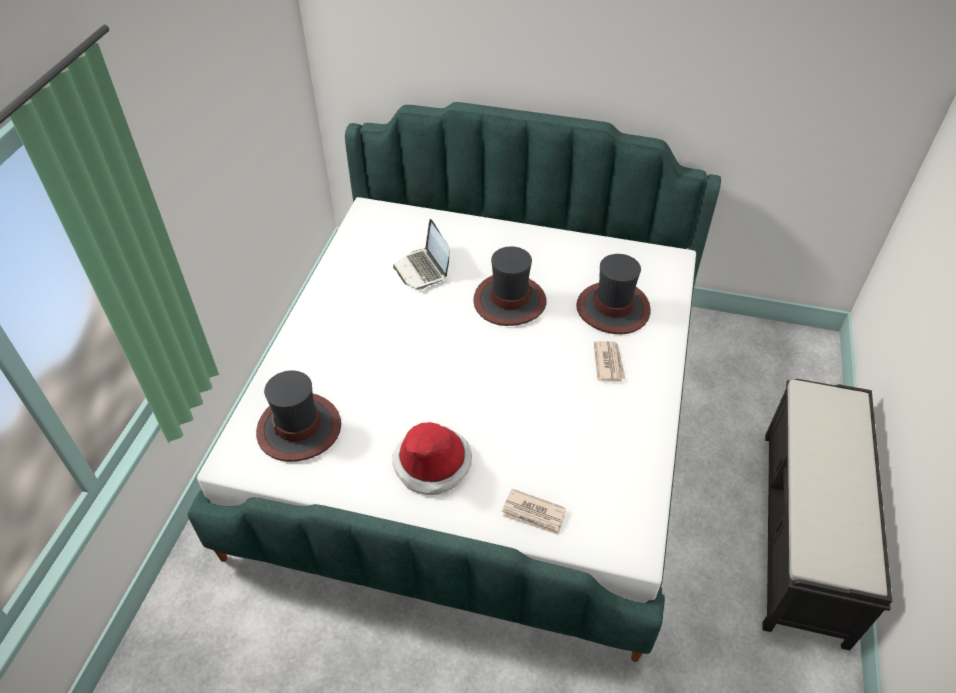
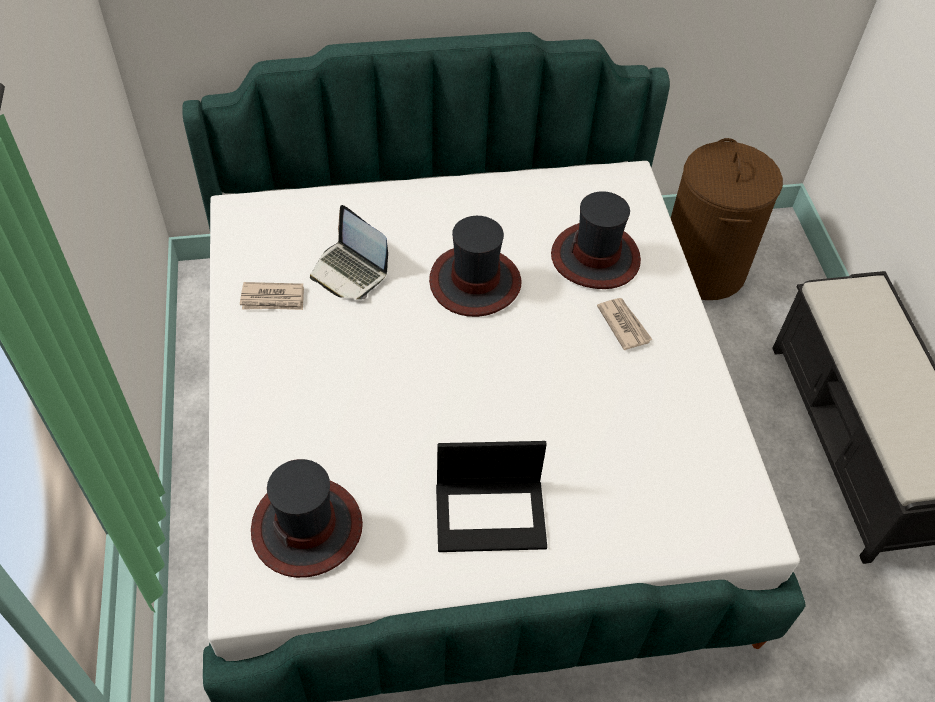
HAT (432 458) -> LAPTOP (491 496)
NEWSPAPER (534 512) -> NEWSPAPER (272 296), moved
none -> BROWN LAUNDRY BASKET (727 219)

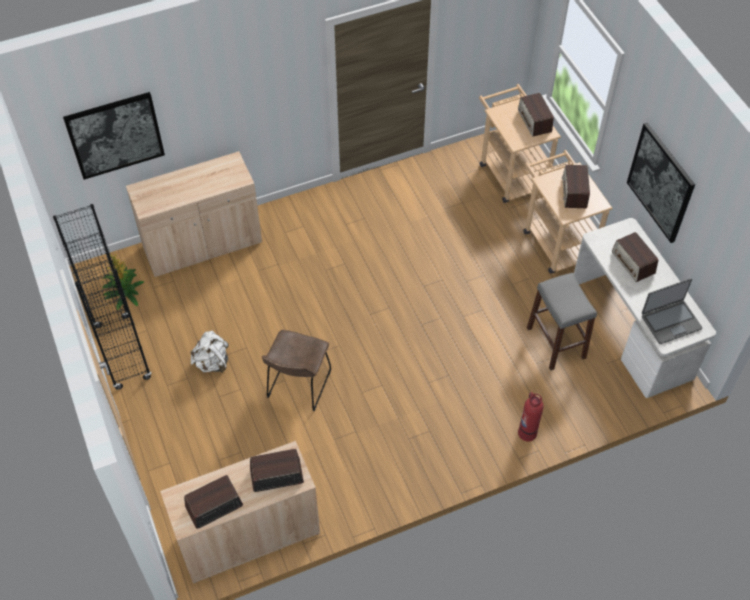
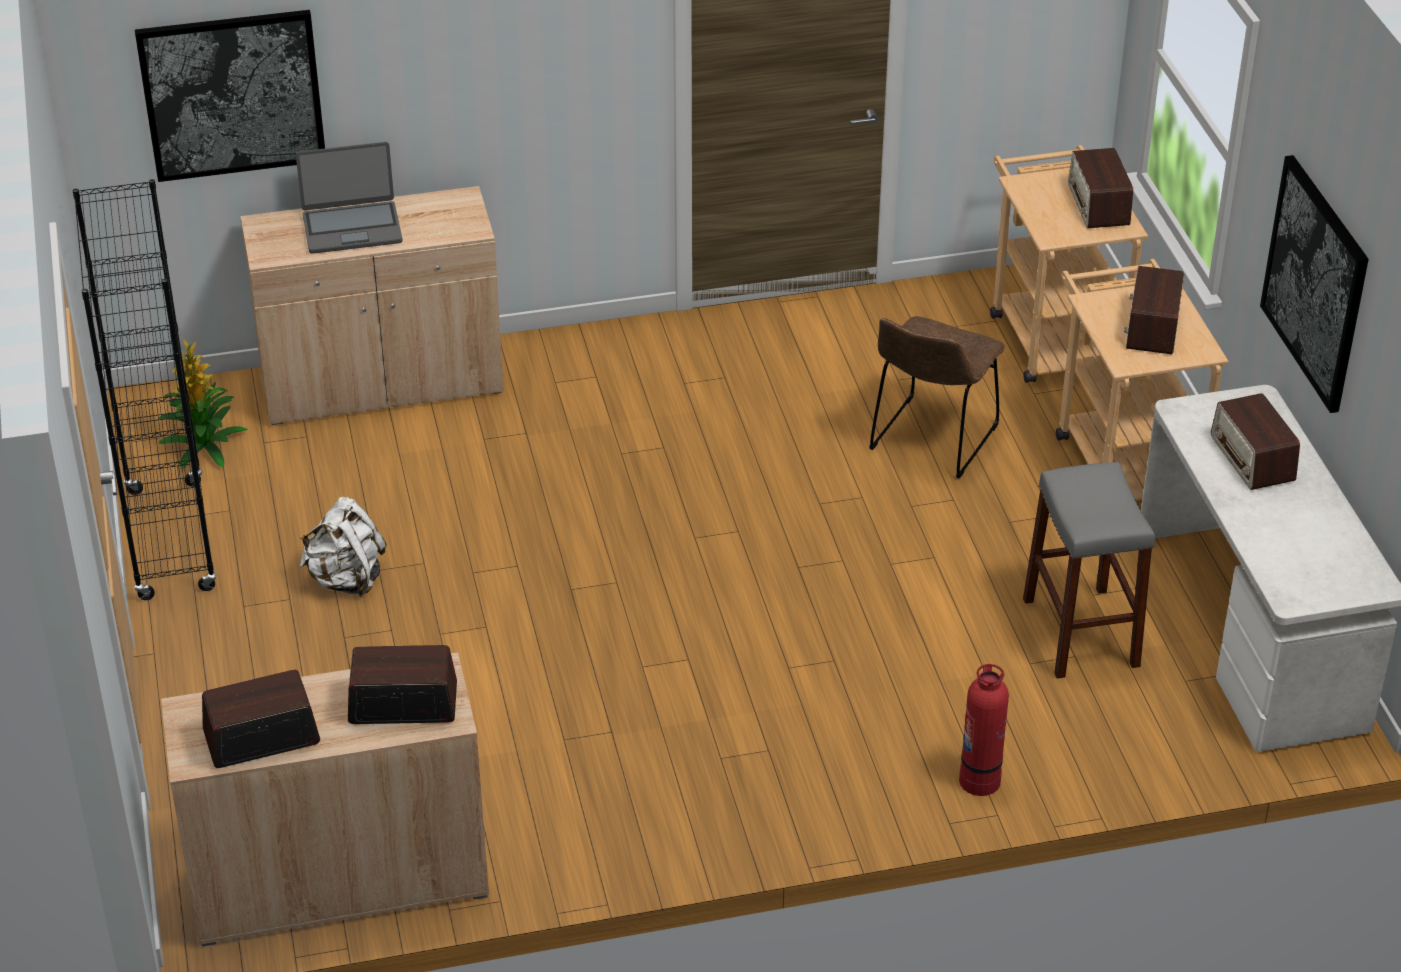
BROWN CHAIR (296 370) -> BROWN CHAIR (937 397), moved
LAPTOP (672 311) -> LAPTOP (349 198), moved

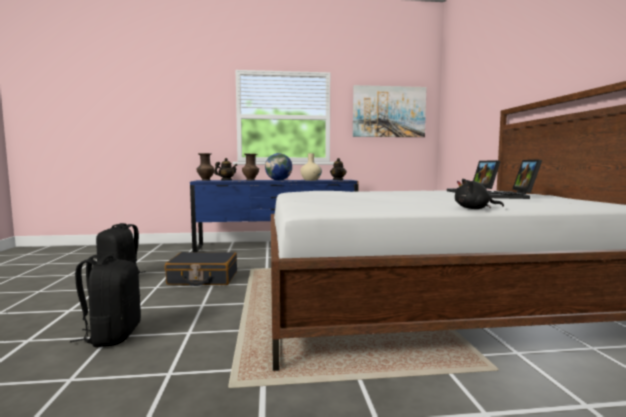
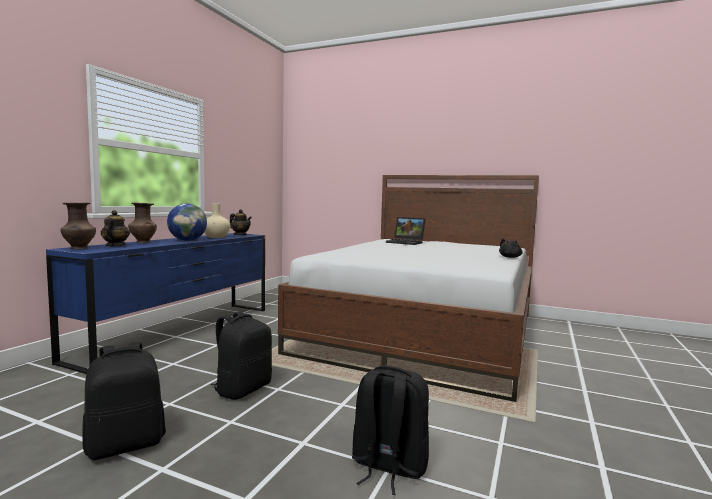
BLACK SUITCASE (201 269) -> BLACK BACKPACK (241 356)
PICTURE (390 111) -> none
LAPTOP (515 179) -> none

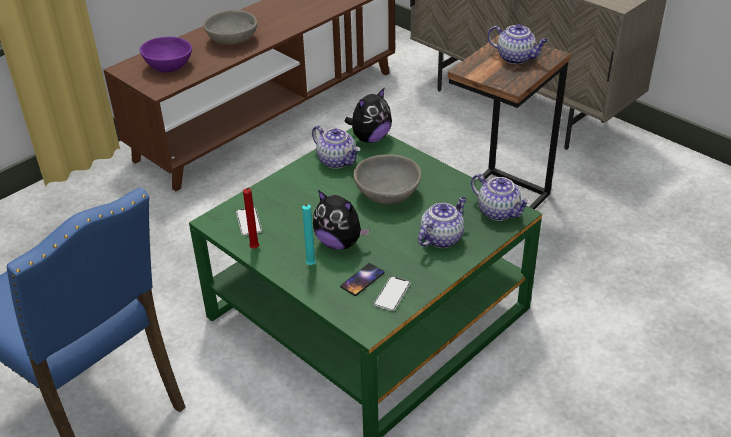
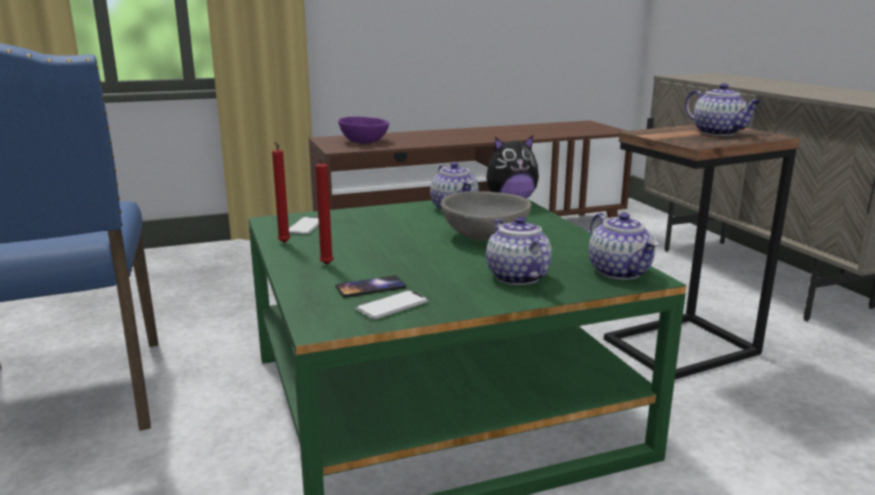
GREY BOWL (230 27) -> none
TURQUOISE CANDLE (309 234) -> RED CANDLE (322 210)
PLUSH TOY (341 220) -> none
TEAPOT (442 222) -> TEAPOT (519 250), 90 degrees counterclockwise

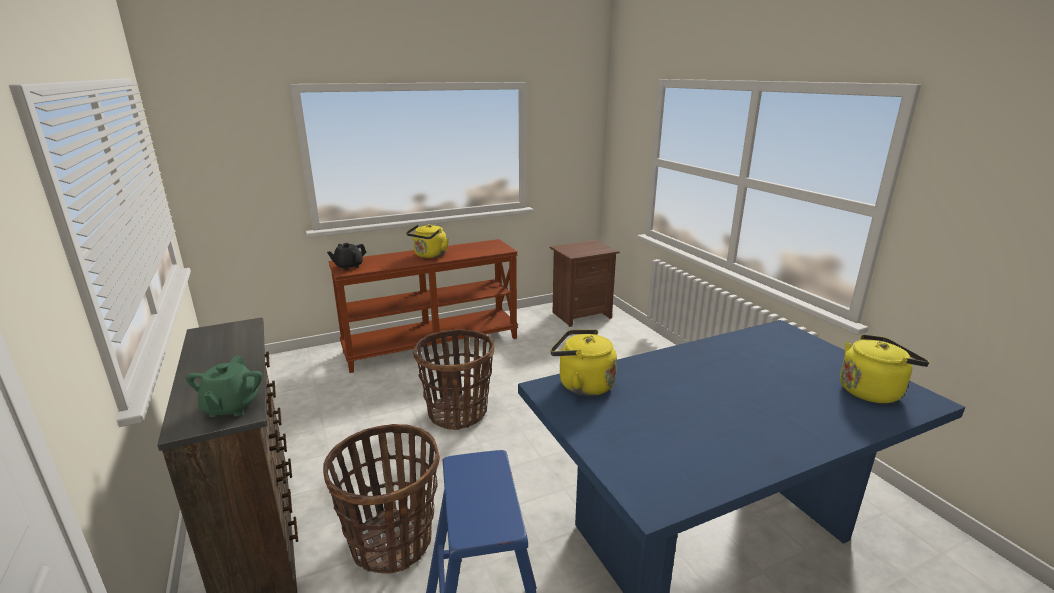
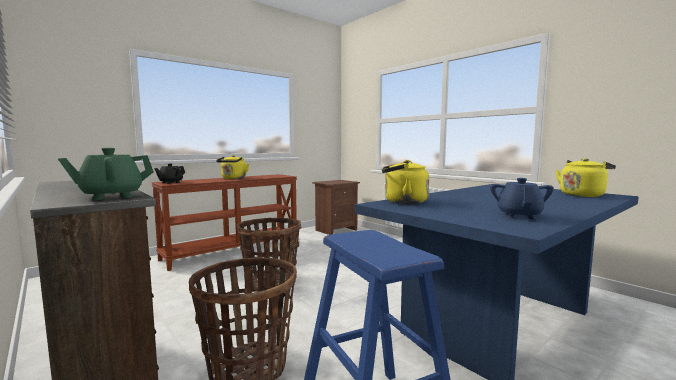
GREEN TEAPOT (224 386) -> GREEN TEAPOT (106 174), 75 degrees clockwise
none -> BLUE TEAPOT (522 198)

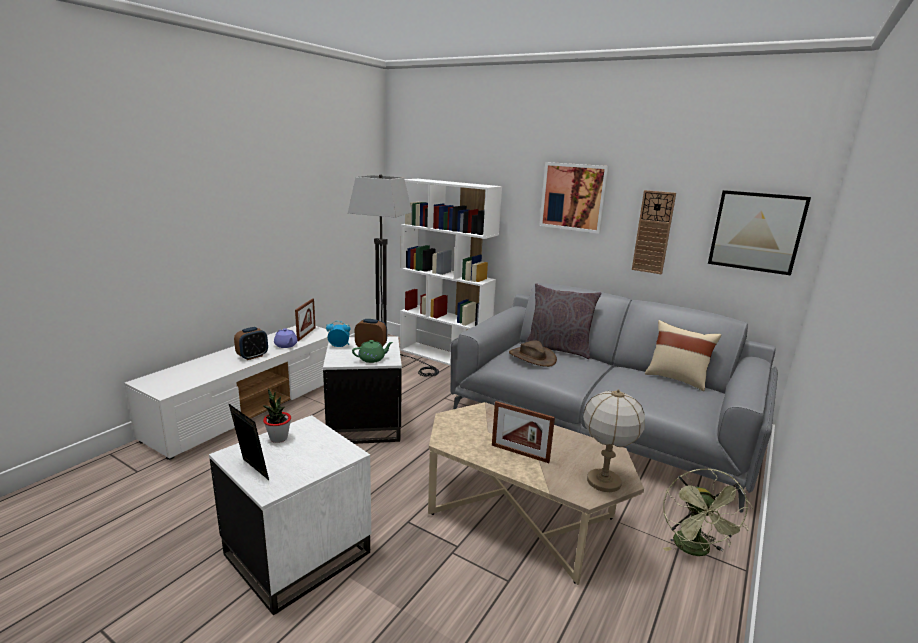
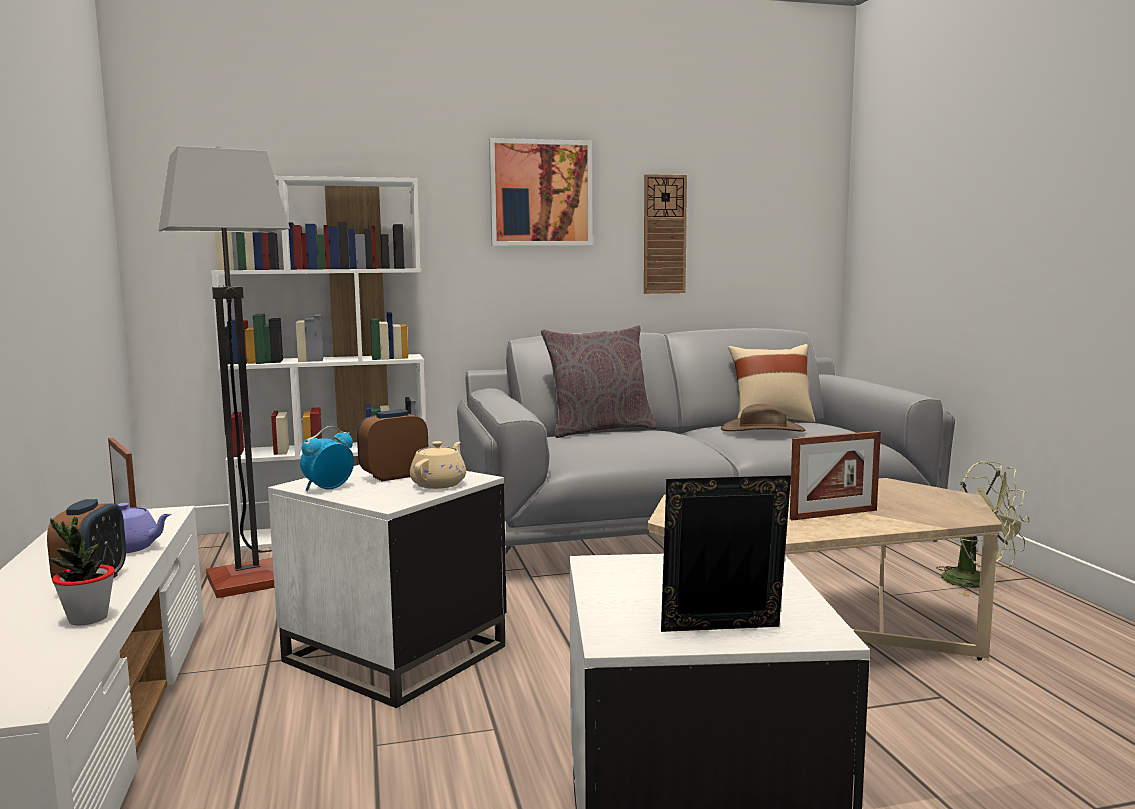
POTTED PLANT (277 416) -> POTTED PLANT (82 571), moved
GREEN TEAPOT (372 351) -> BEIGE TEAPOT (438 465)
BROWN HAT (533 353) -> BROWN HAT (763 418), moved
TABLE LAMP (614 440) -> none
PICTURE (759 233) -> none

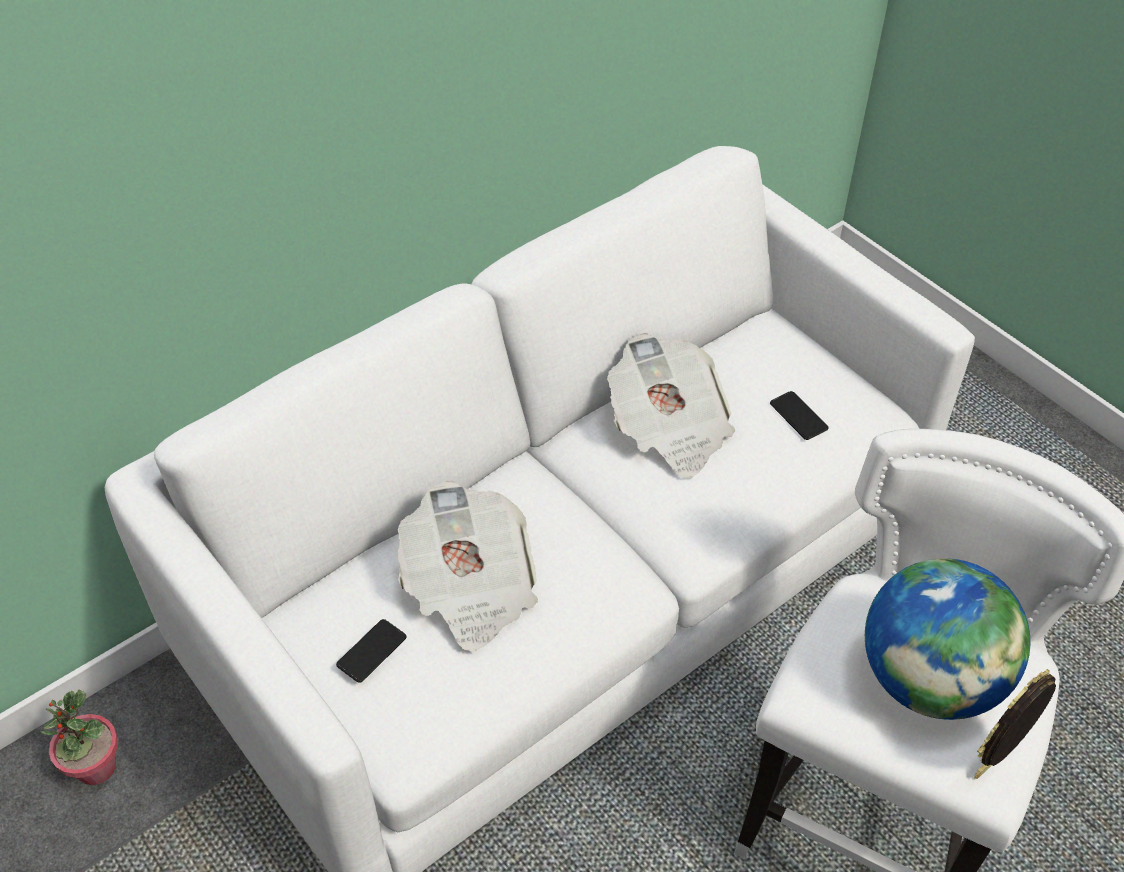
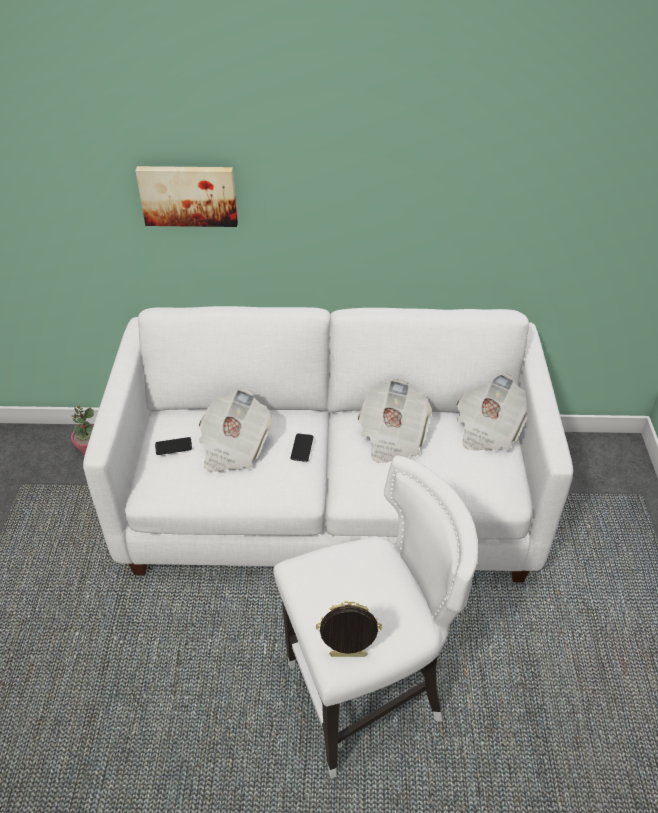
PHONE (799 415) -> PHONE (302 448), moved
GLOBE (947 639) -> none
none -> PICTURE (186 196)
none -> NEWSPAPER (491 412)

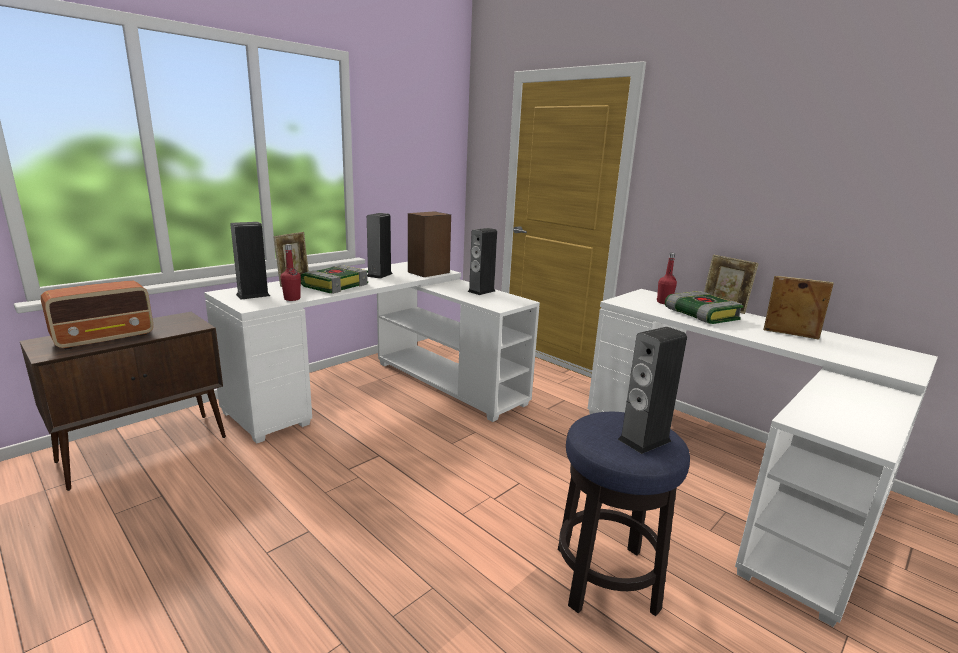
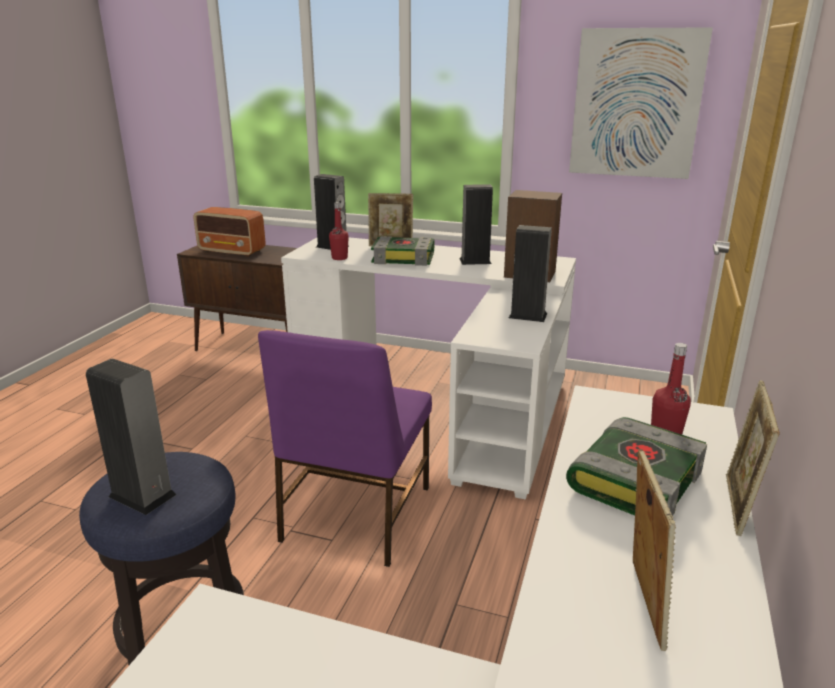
none -> PURPLE CHAIR (345 448)
none -> PICTURE (641 103)

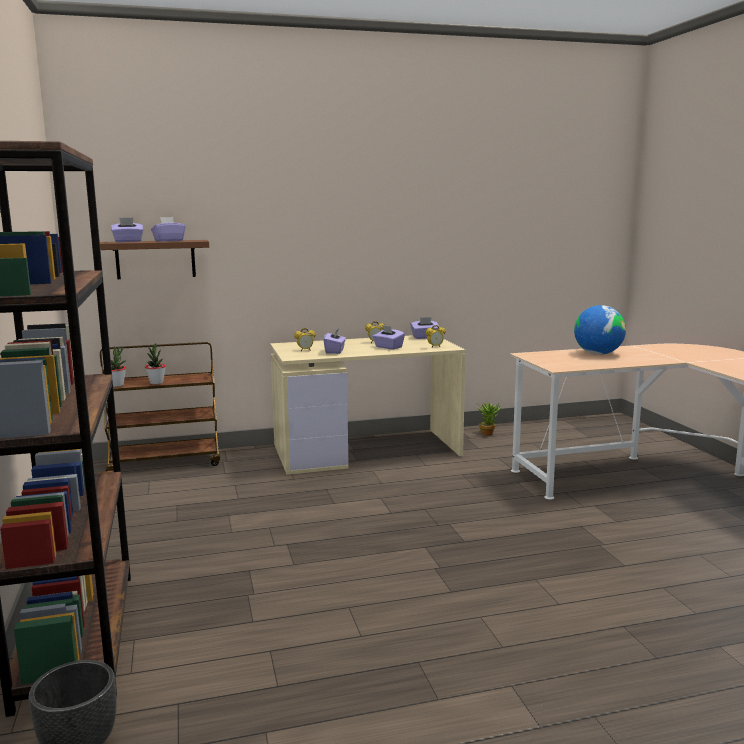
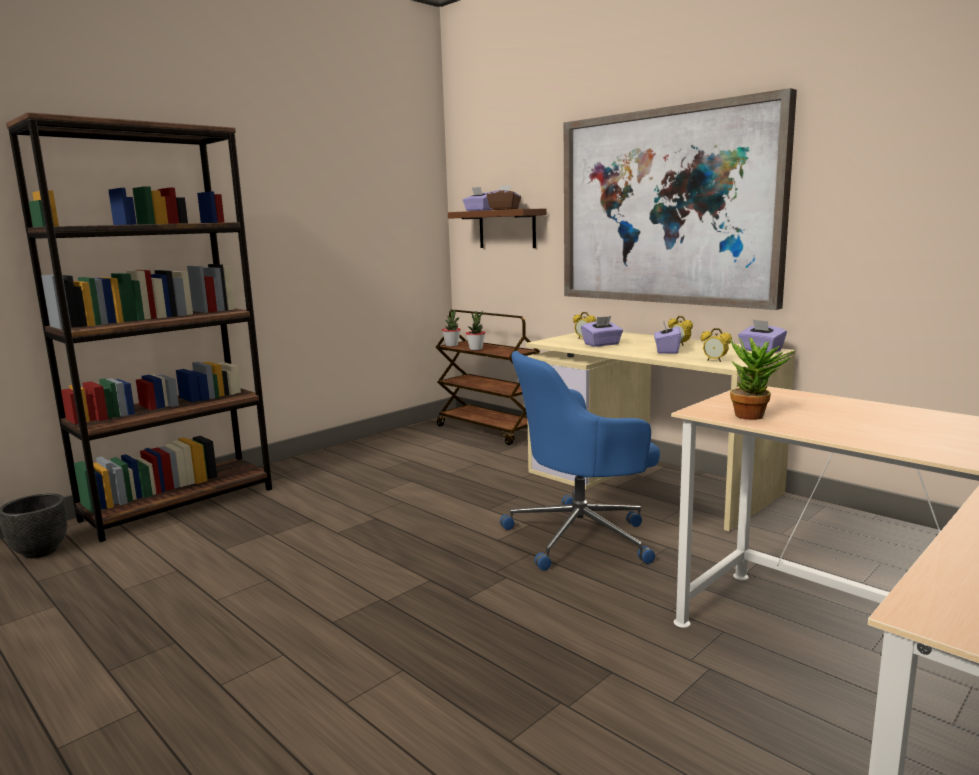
PURPLE TISSUE BOX (168 229) -> BROWN TISSUE BOX (504 197)
POTTED PLANT (489 419) -> POTTED PLANT (762 379), moved
GLOBE (600 330) -> none
none -> BLUE OFFICE CHAIR (580 461)
none -> PICTURE (680 199)

